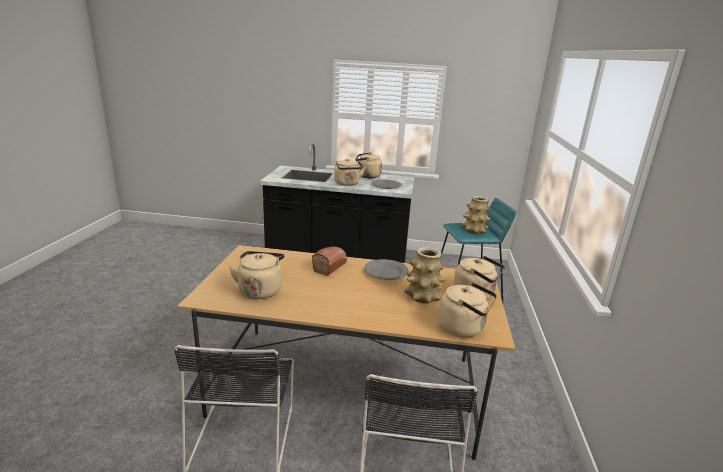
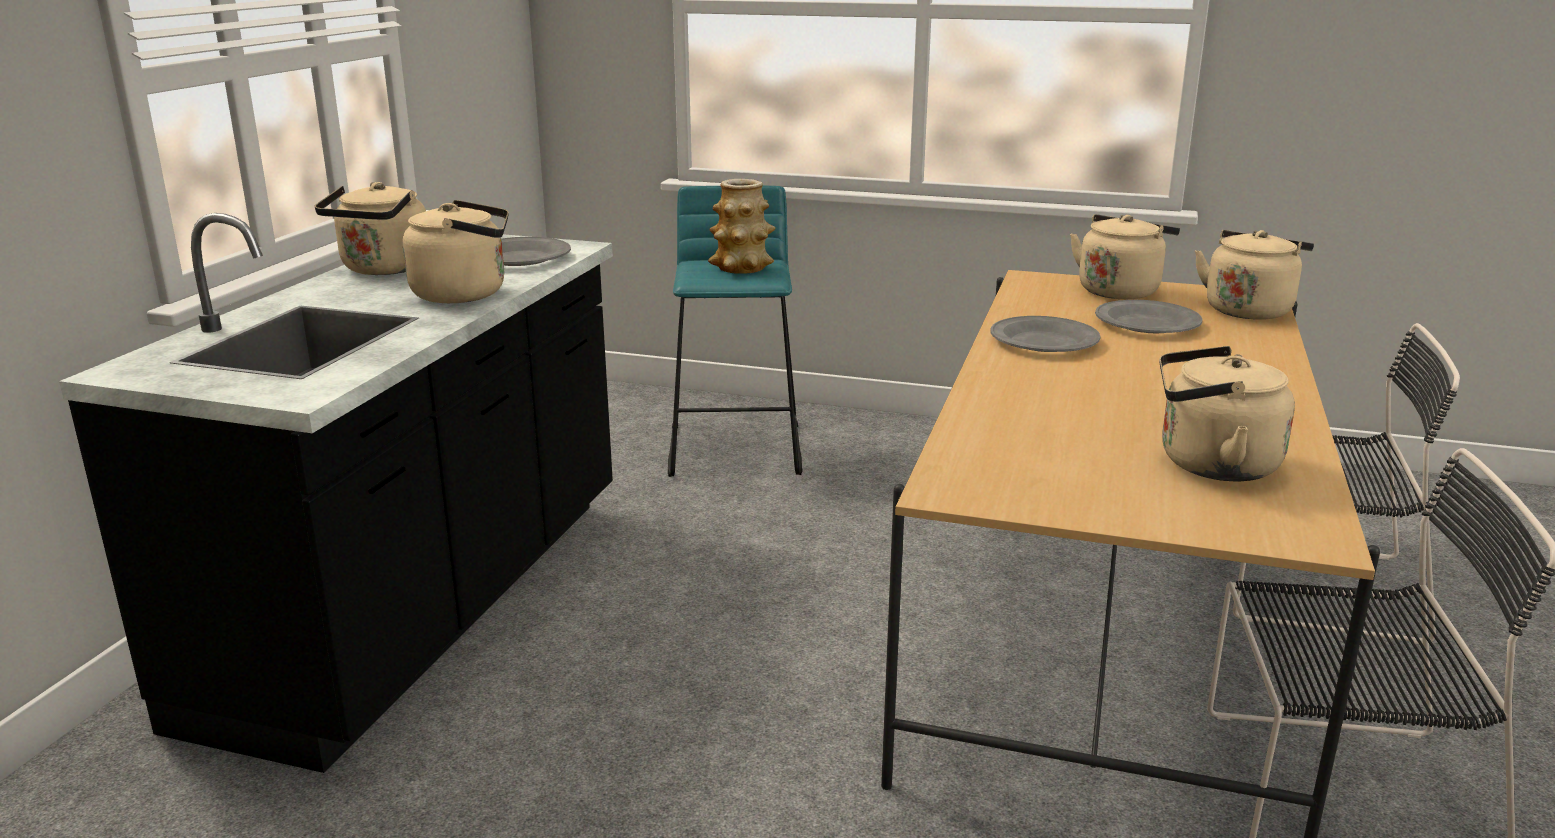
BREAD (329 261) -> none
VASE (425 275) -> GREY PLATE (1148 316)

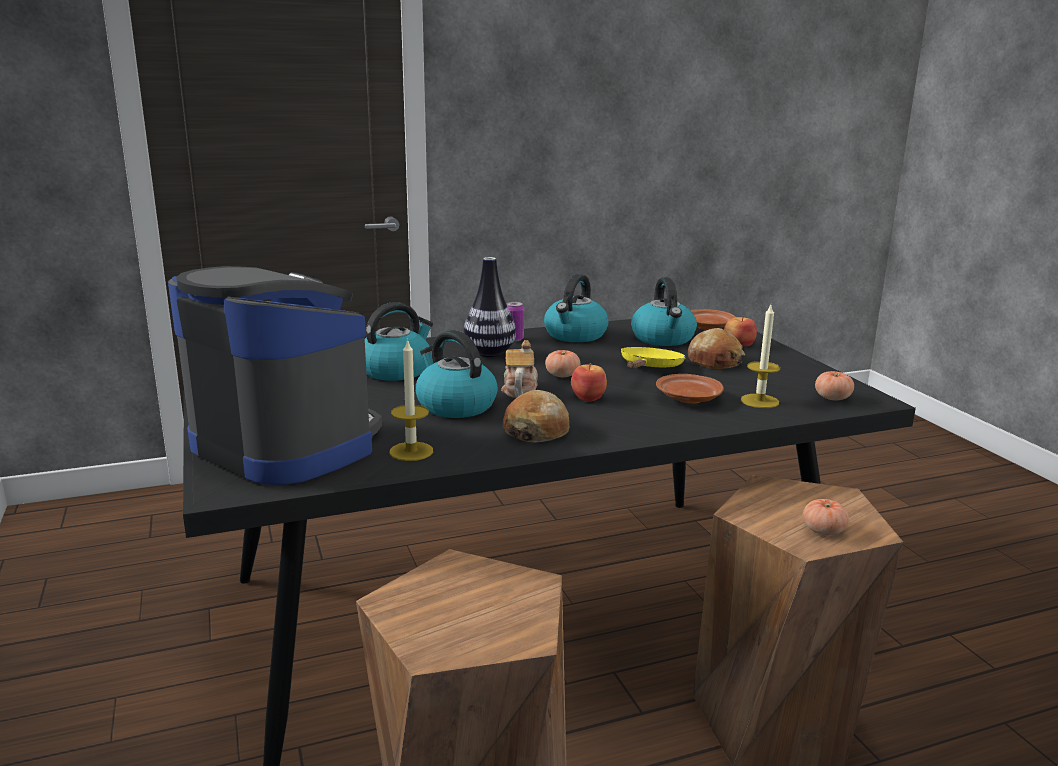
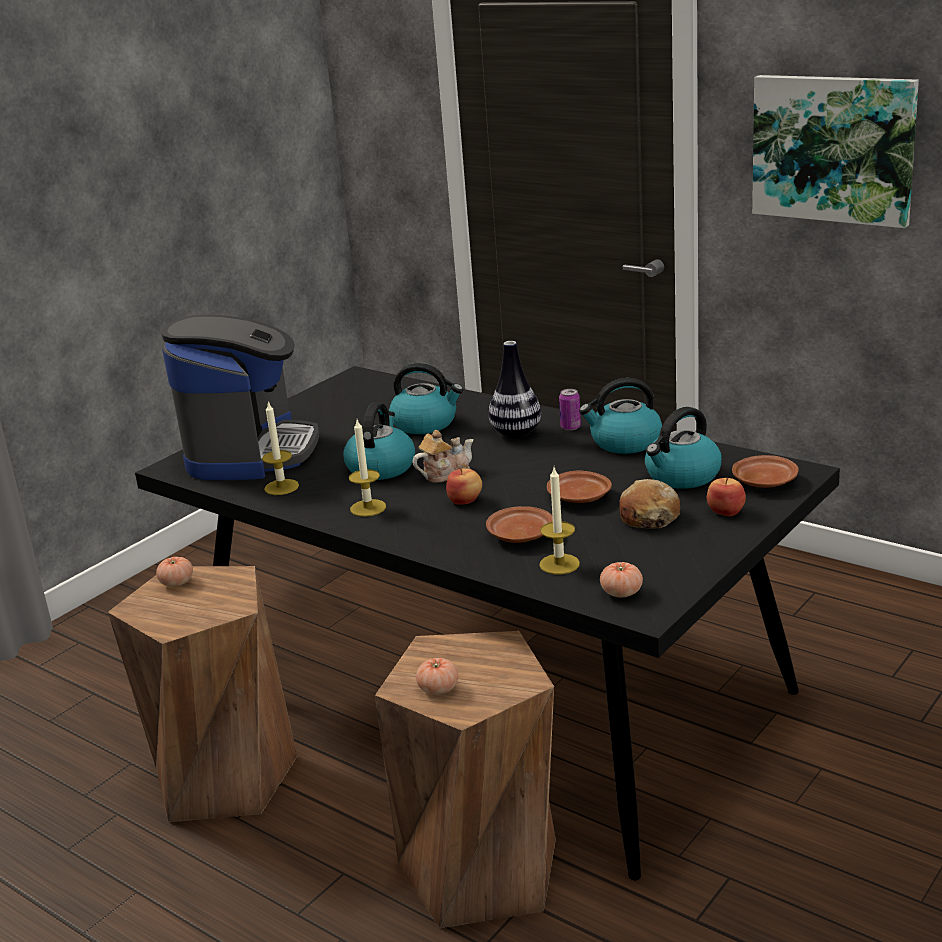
BREAD (536 416) -> CANDLE (367 468)
TOMATO (562 363) -> TOMATO (174 572), moved
YELLOW FRYING PAN (653 358) -> BROWN PLATE (579 487)
none -> PICTURE (835 151)

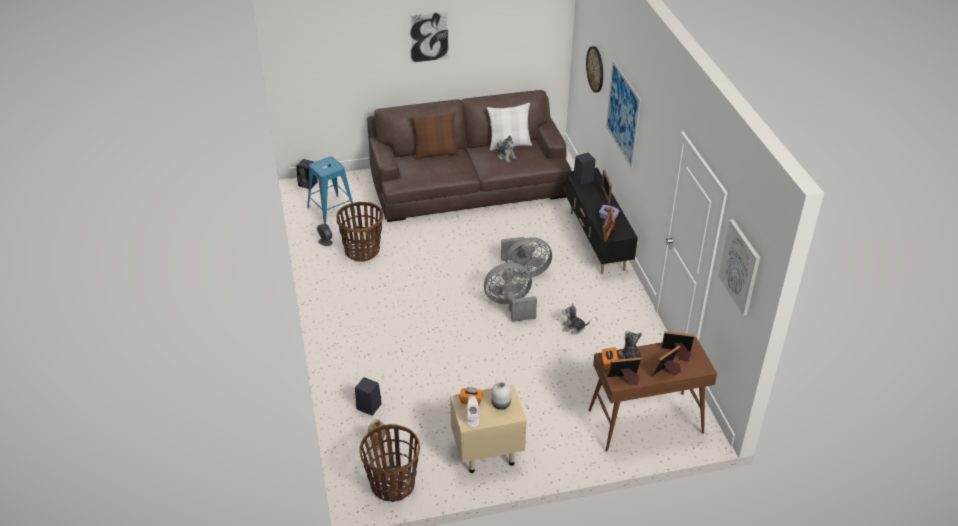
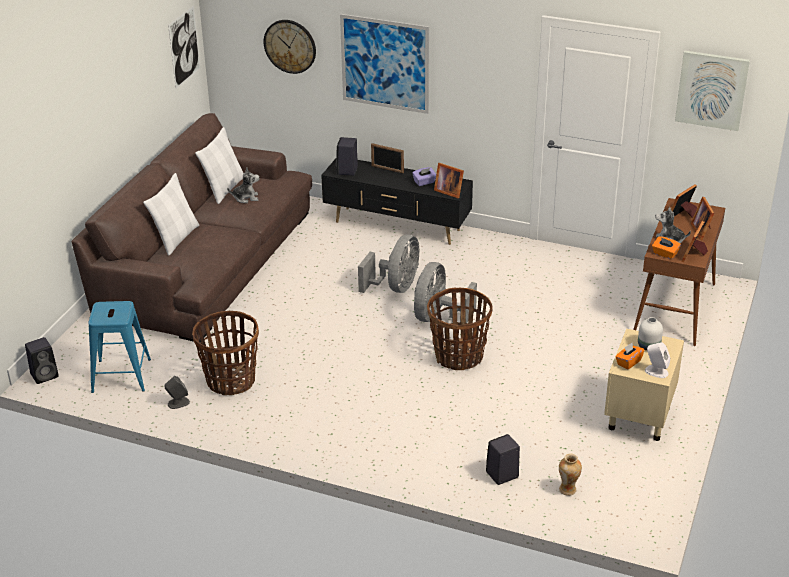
BASKET (389 463) -> BASKET (460 329), moved
PICTURE (428 37) -> PICTURE (184 47), moved
BROWN PILLOW (435 136) -> WHITE PILLOW (171 214)
PLUSH TOY (576 318) -> none

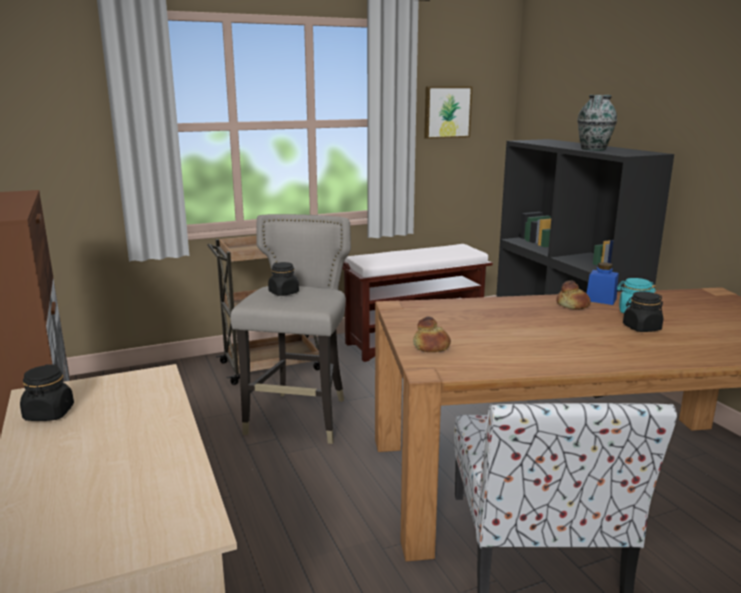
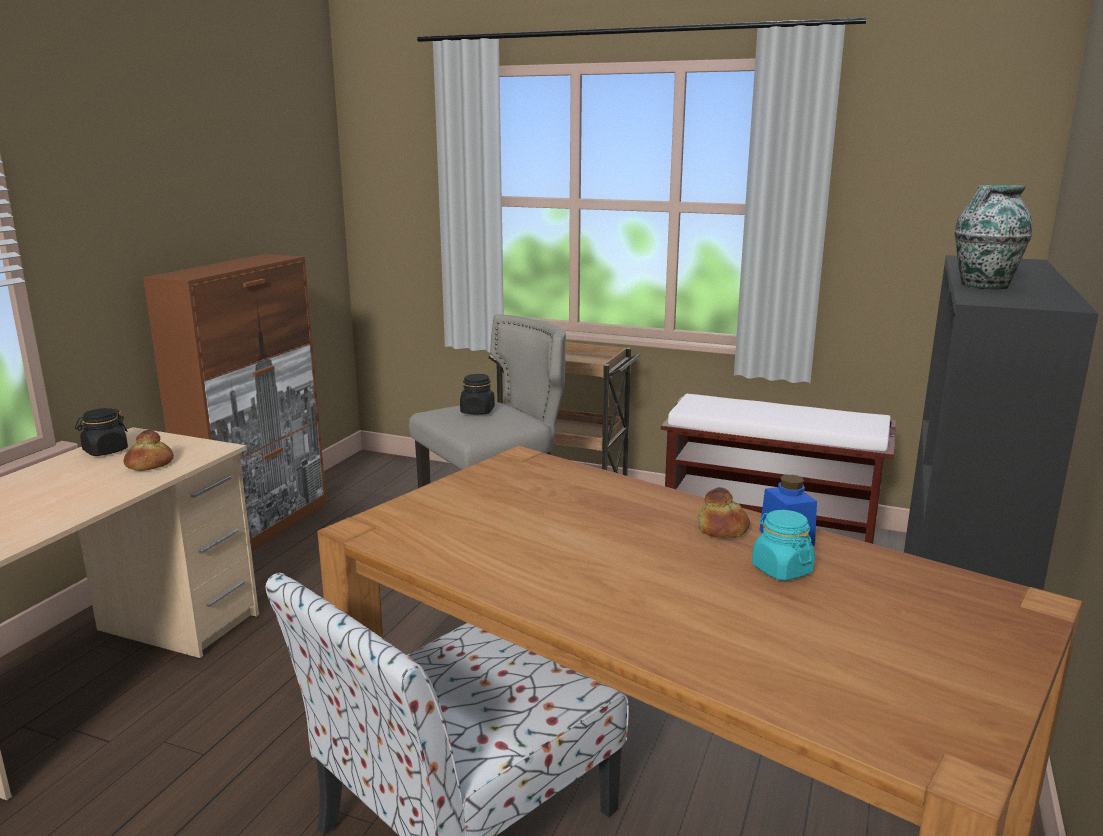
BREAD (432 334) -> BREAD (149 450), moved
PICTURE (448 112) -> none
BLACK JAR (643 311) -> none

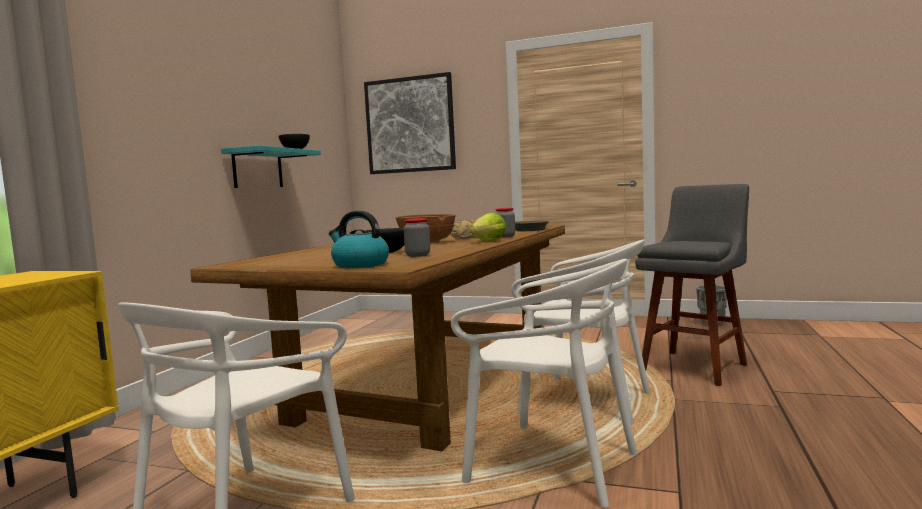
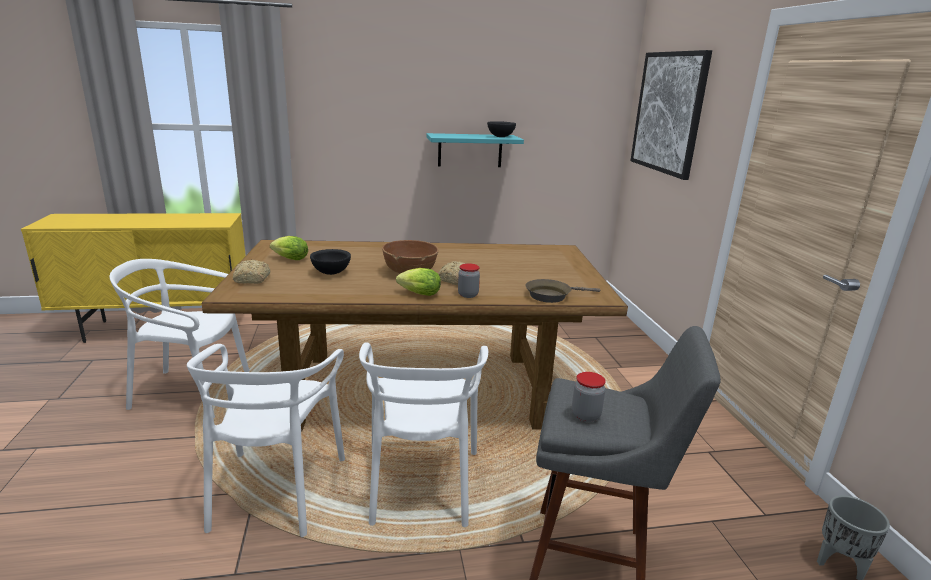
KETTLE (359 239) -> BREAD (251 272)
JAR (417 237) -> JAR (589 397), moved
none -> LETTUCE (289 248)

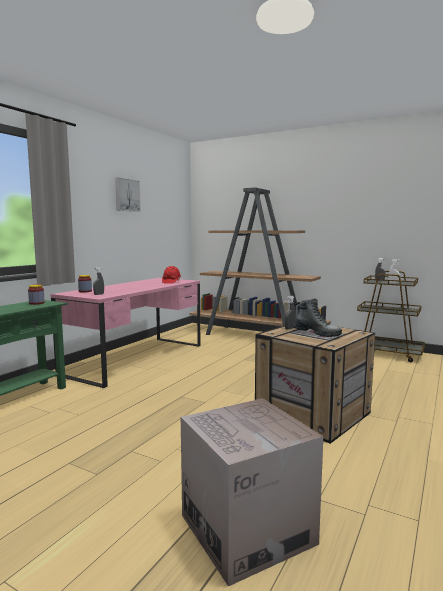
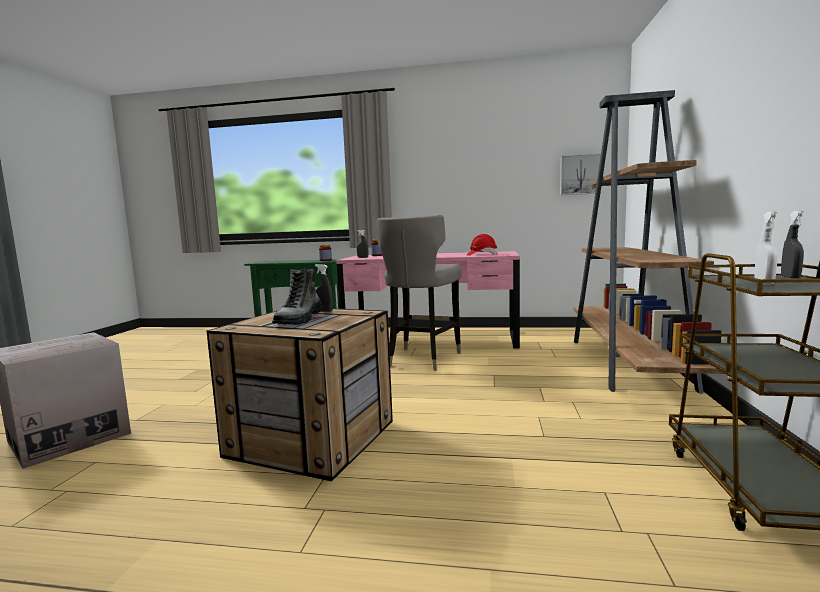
PICTURE (128 194) -> PICTURE (580 174), moved
none -> GREY STOOL (419 293)

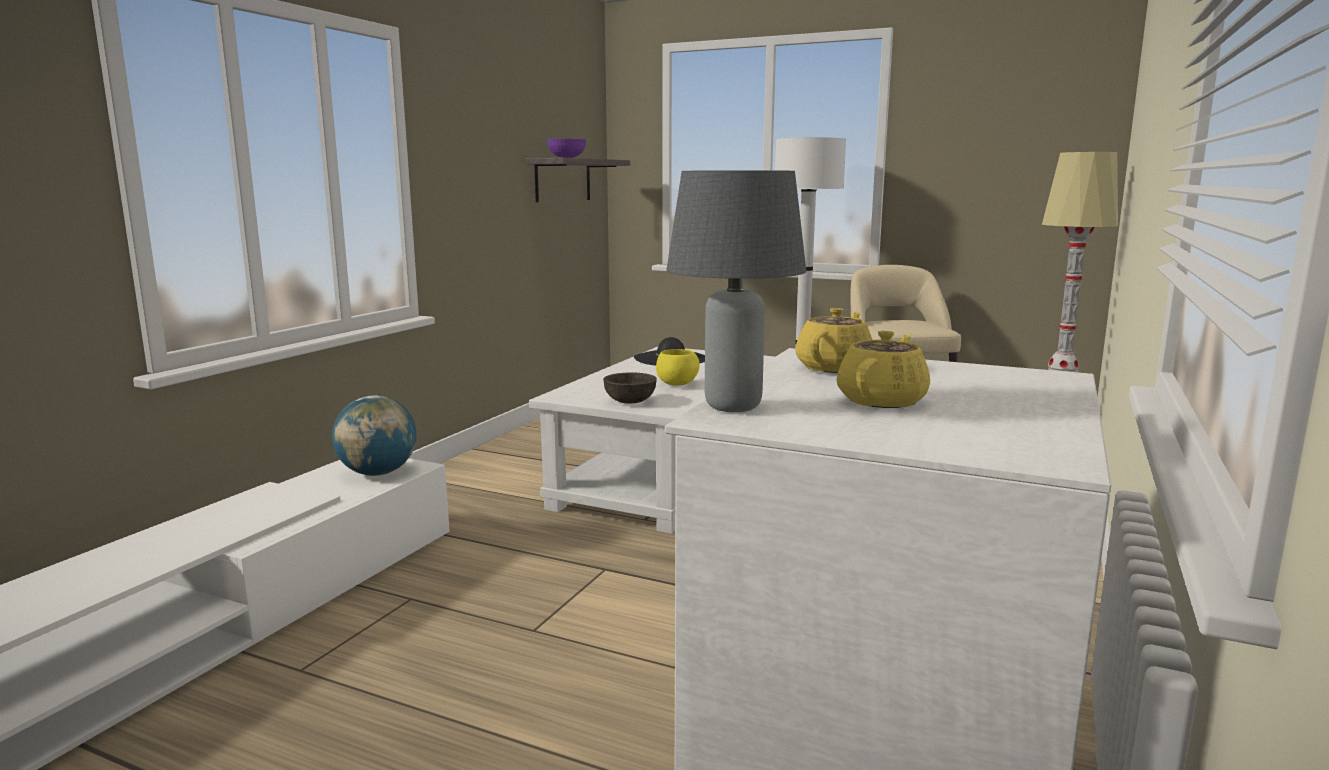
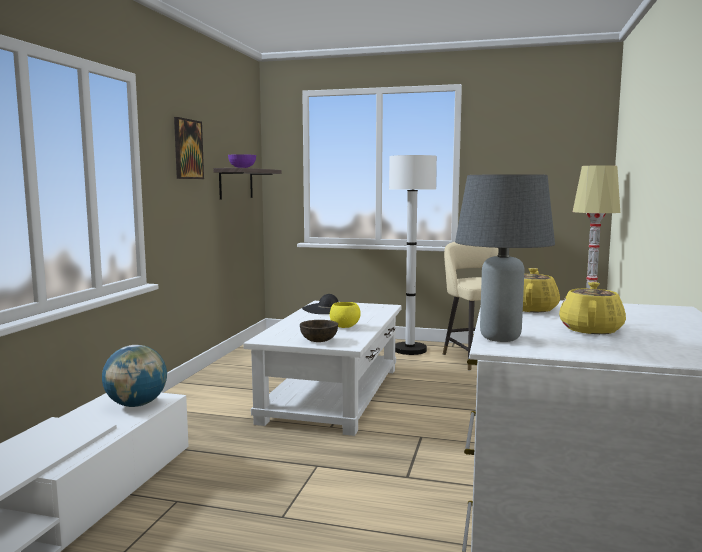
none -> PICTURE (189 148)

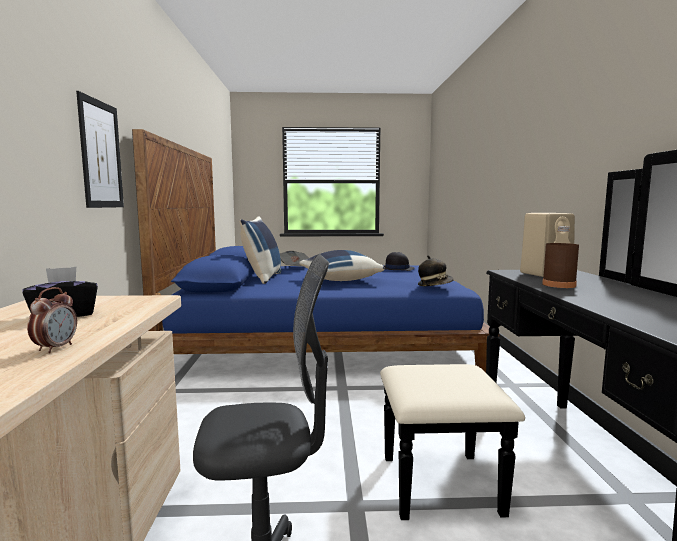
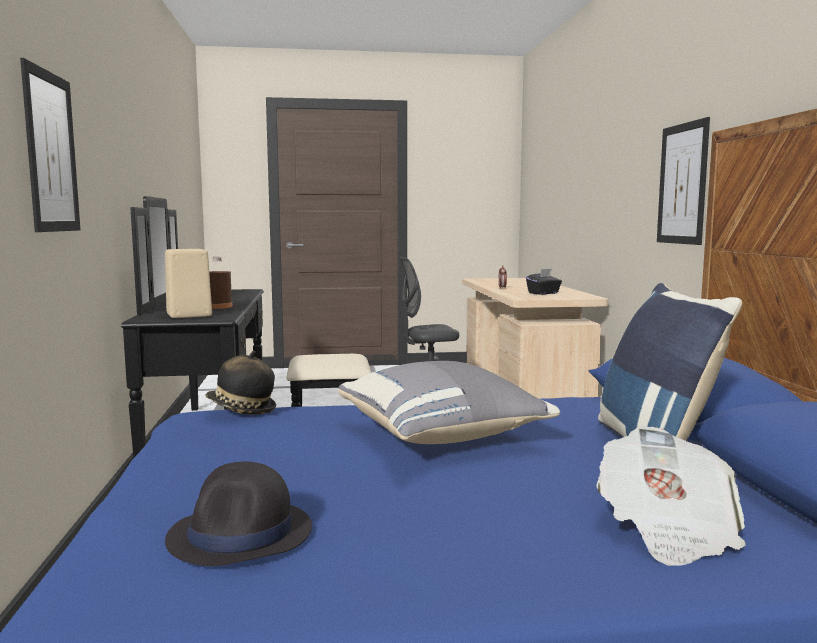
BLUE PILLOW (342 265) -> GREY PILLOW (449 402)
none -> PICTURE (50 145)

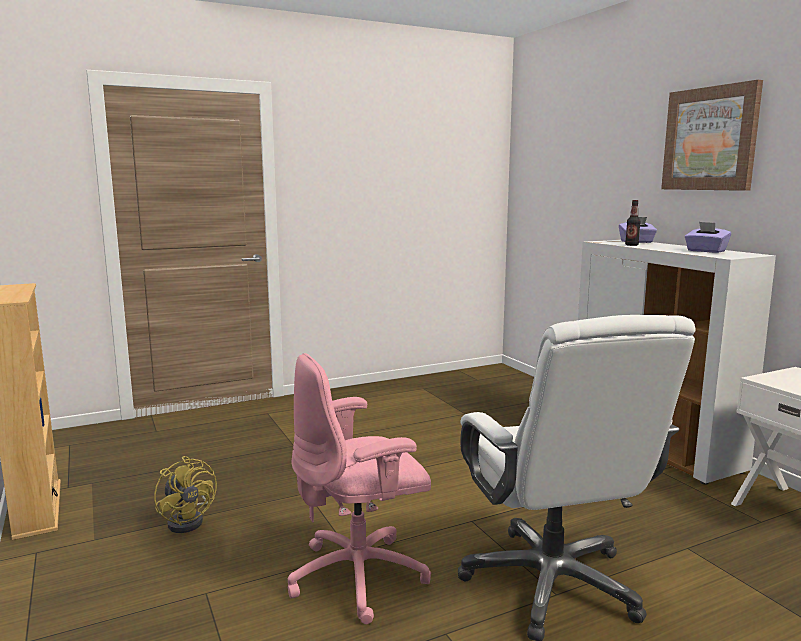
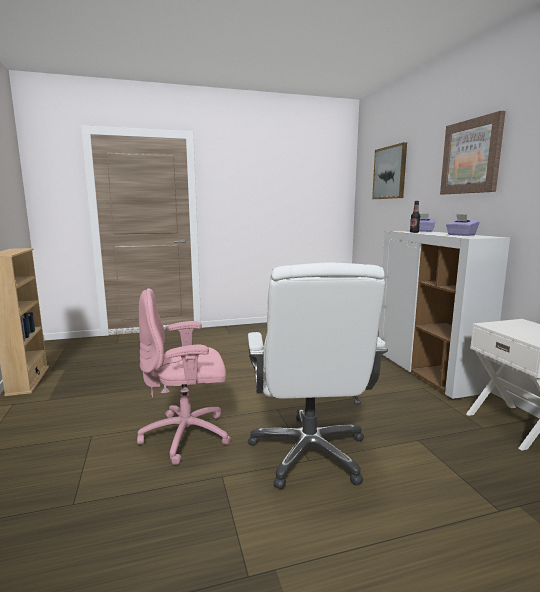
YELLOW FAN (185 494) -> none
none -> PICTURE (389 170)

